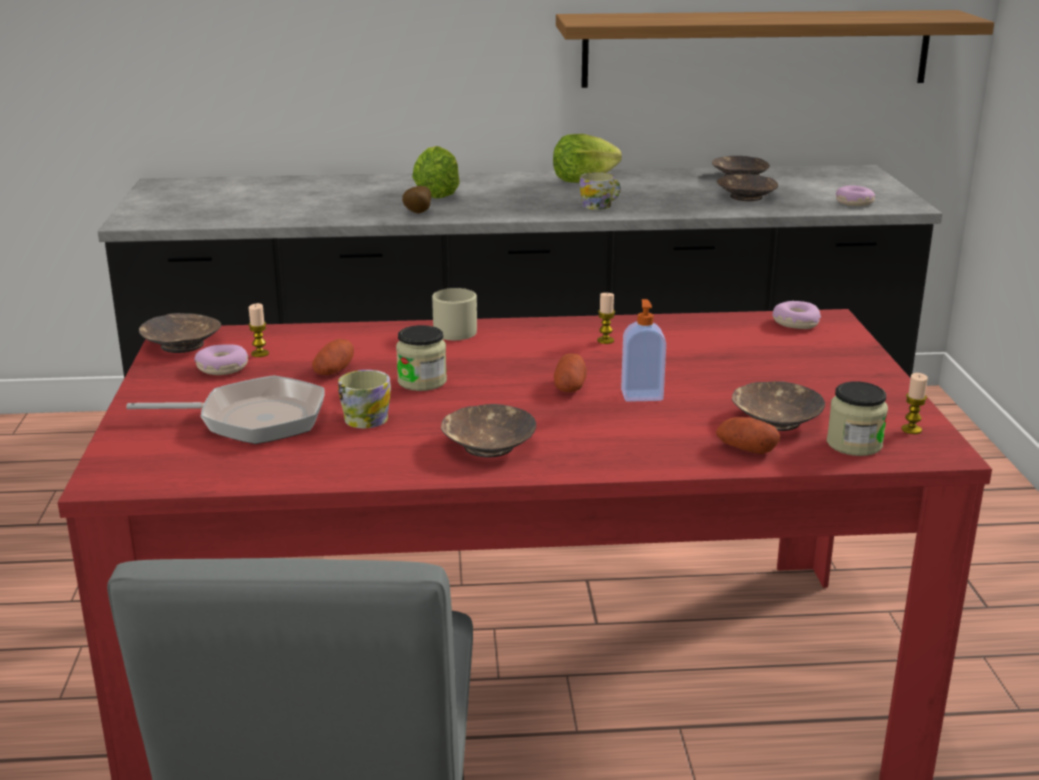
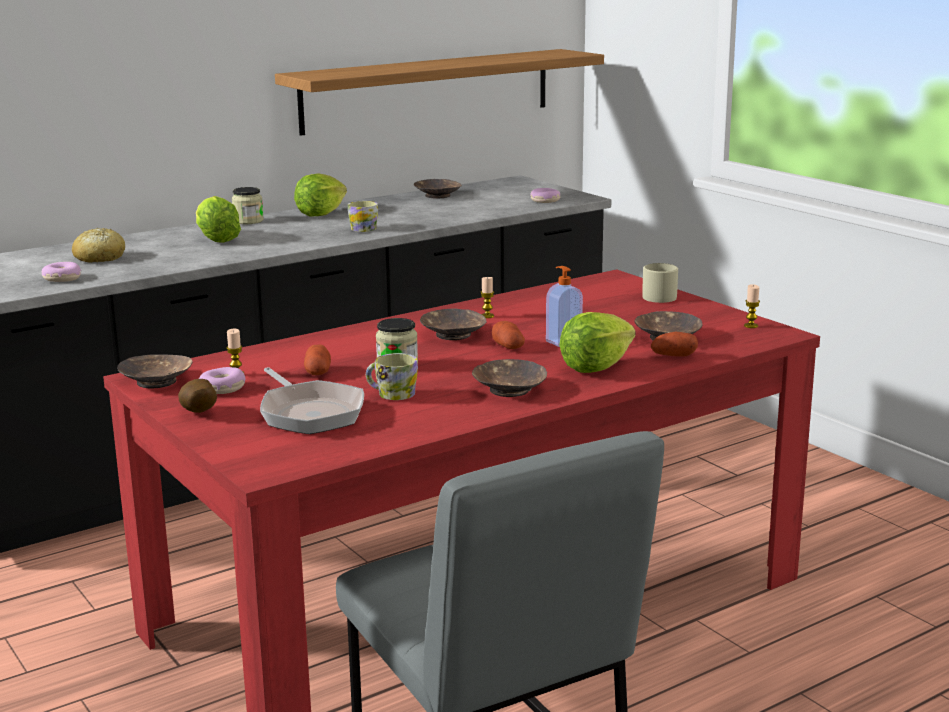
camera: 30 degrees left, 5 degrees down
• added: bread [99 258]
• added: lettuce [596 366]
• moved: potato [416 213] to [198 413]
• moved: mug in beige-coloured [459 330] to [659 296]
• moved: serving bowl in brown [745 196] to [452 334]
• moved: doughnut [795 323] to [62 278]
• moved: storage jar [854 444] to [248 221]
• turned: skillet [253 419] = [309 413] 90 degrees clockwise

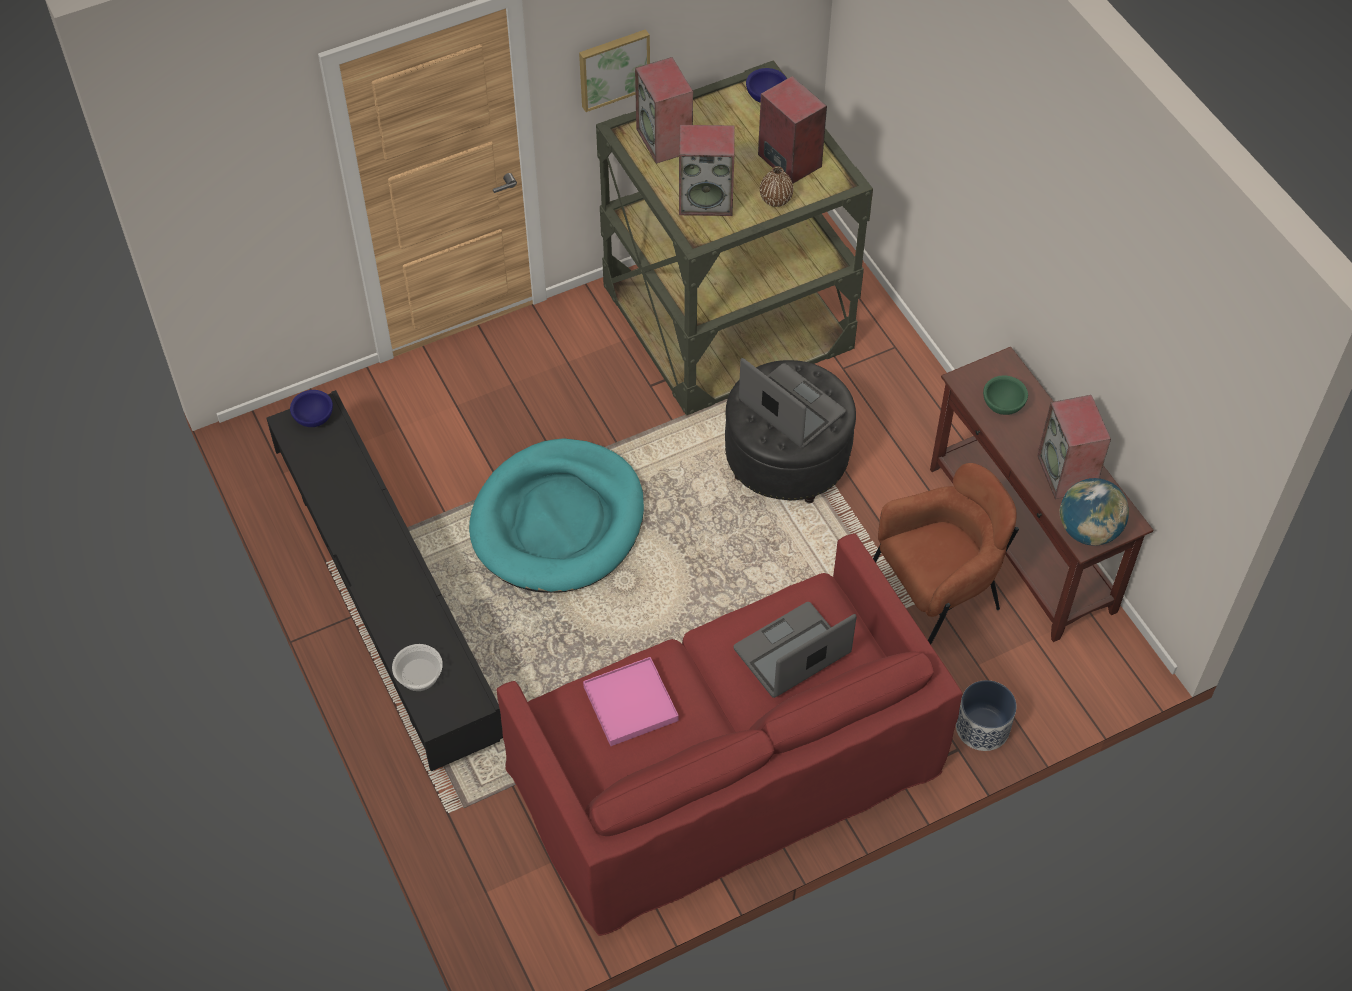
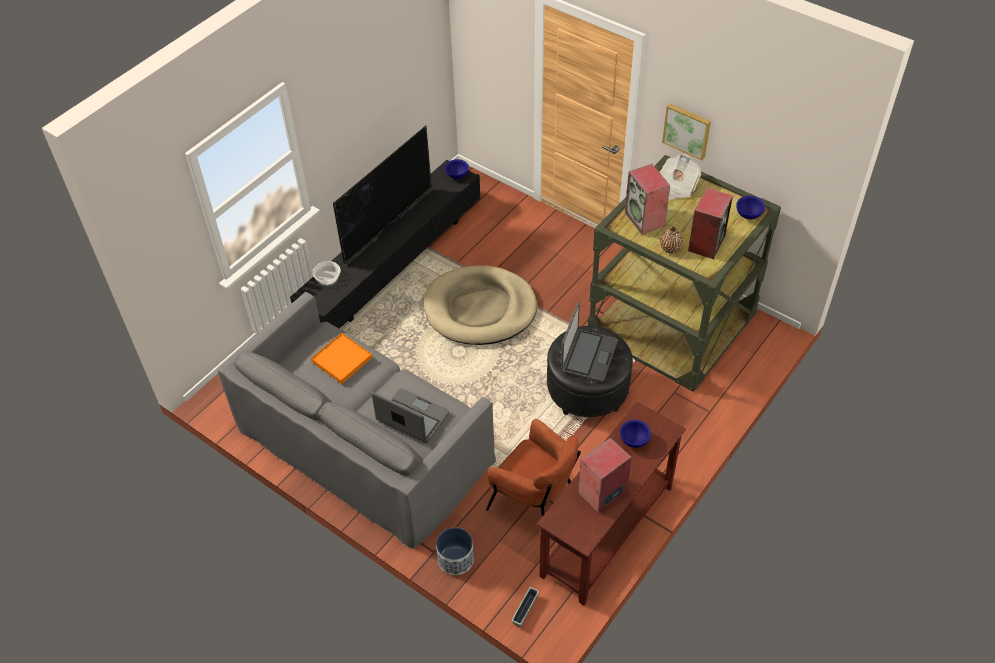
camera: 65 degrees right, 5 degrees down
• removed: world globe [1088 530]
• added: television [388 225]
• added: flower pot [525 610]
• replaced: speaker [665 141] to daily paper [677 186]
• recoloured: dog cushion in turquoise-coloured [558 521] to dog cushion in beige-coloured [480 309]
• recoloured: couch in red [725 767] to couch in greyish [364 443]
• recoloured: serving tray in pink-coloured [630 704] to serving tray in orange [342 360]
• recoloured: serving bowl in greenish [1003 405] to serving bowl in blue-coloured [634 441]

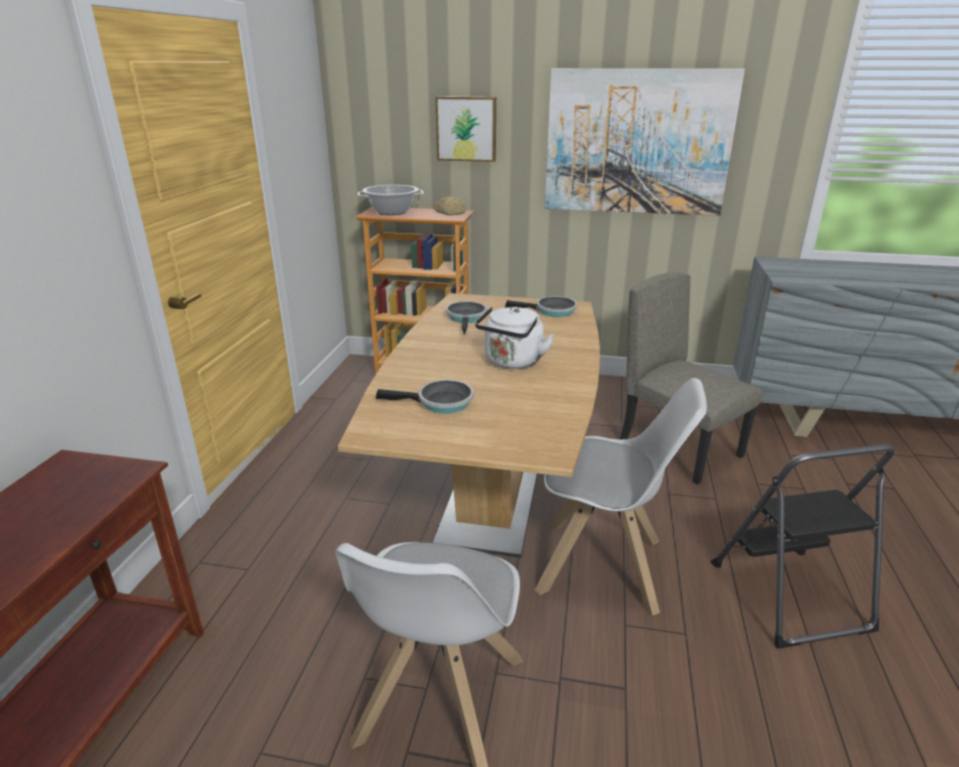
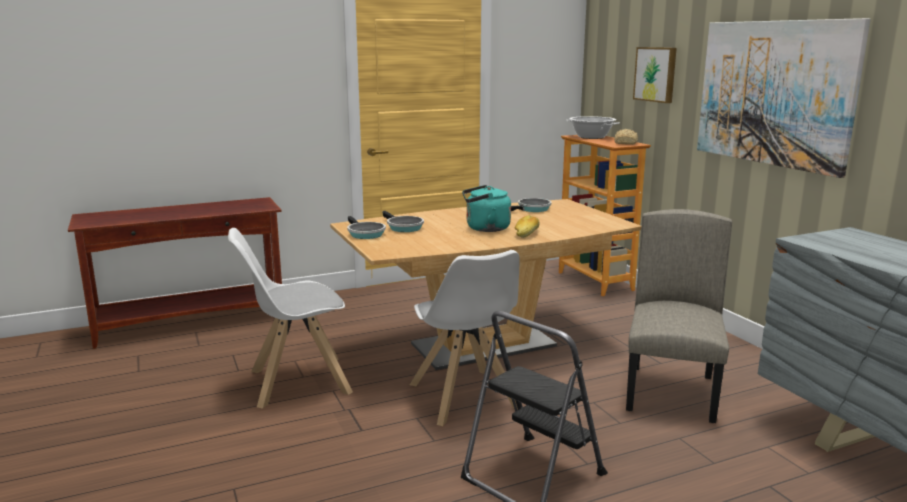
camera: 55 degrees right, 10 degrees down
• added: bread [527 234]
• moved: skillet [552 311] to [364 234]
• recoloured: water kettle in whitish [512 362] to water kettle in turquoise-coloured [485 228]

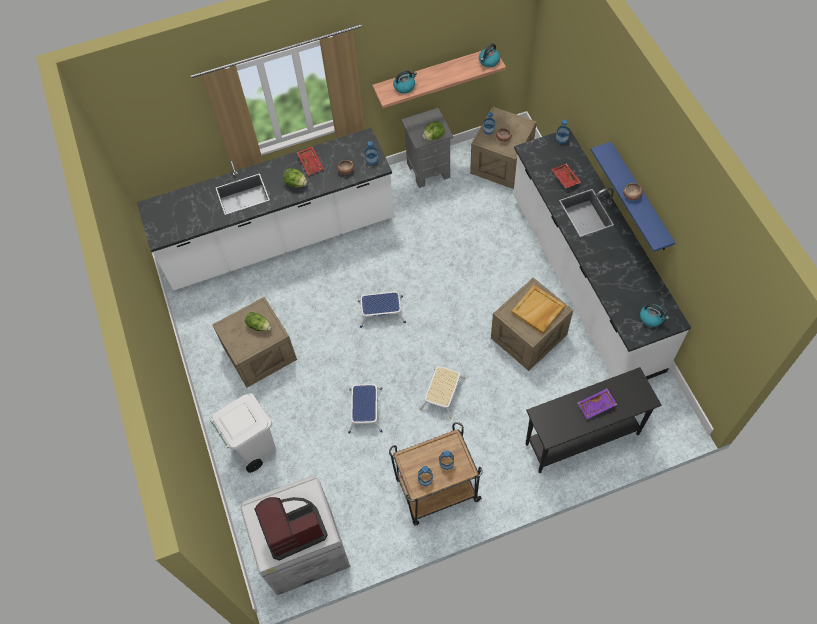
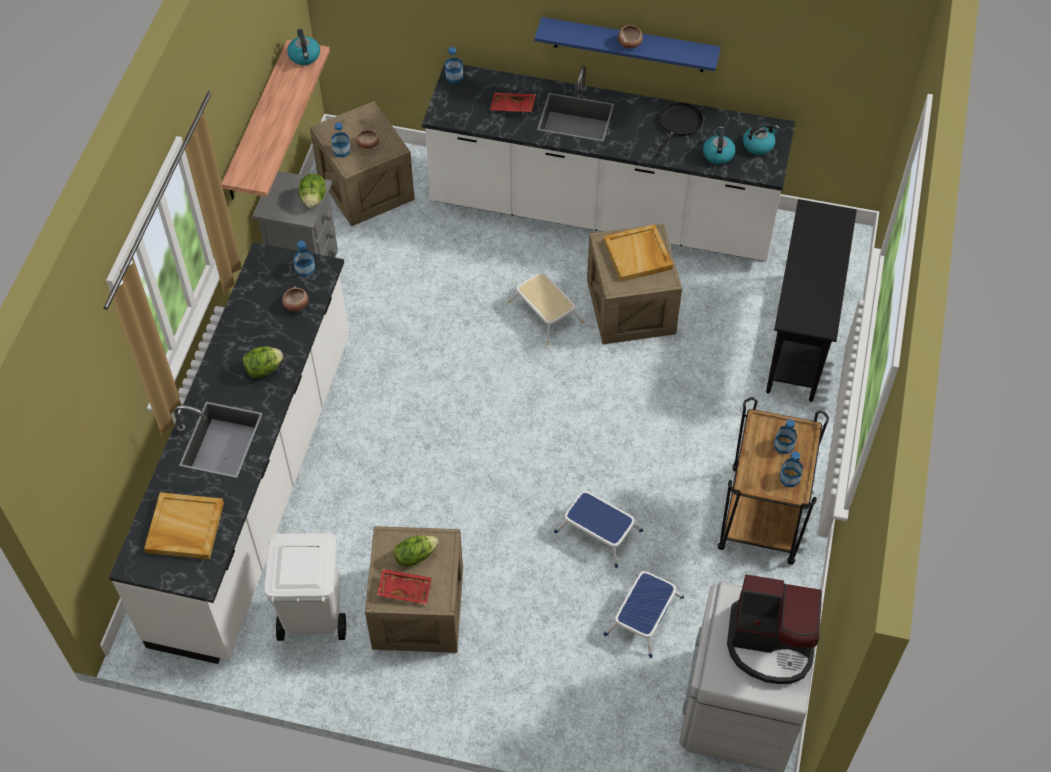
camera: 60 degrees left, 5 degrees down
• removed: serving tray in purple [596 406]
• added: serving tray in beige-coloured [184 528]
• added: skillet in black-coloured [679 124]
• moved: trash can in whitish [254 447] to [313 618]
• moved: serving tray in red [311 163] to [405 589]
• moved: stepladder in blue-coloured [381 312] to [644 616]
• moved: water kettle [404 86] to [718 154]
• moved: stepladder in beige-coloured [443 393] to [545 312]
• turned: coffee maker [293 528] = [771 644] 90 degrees counterclockwise

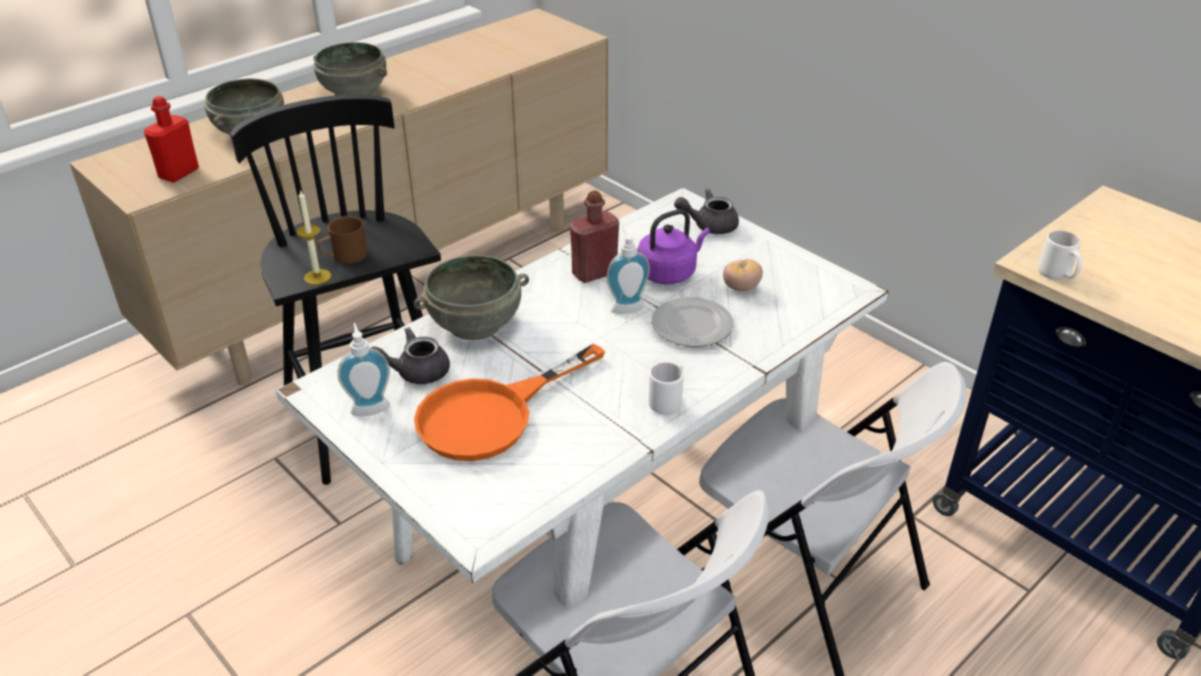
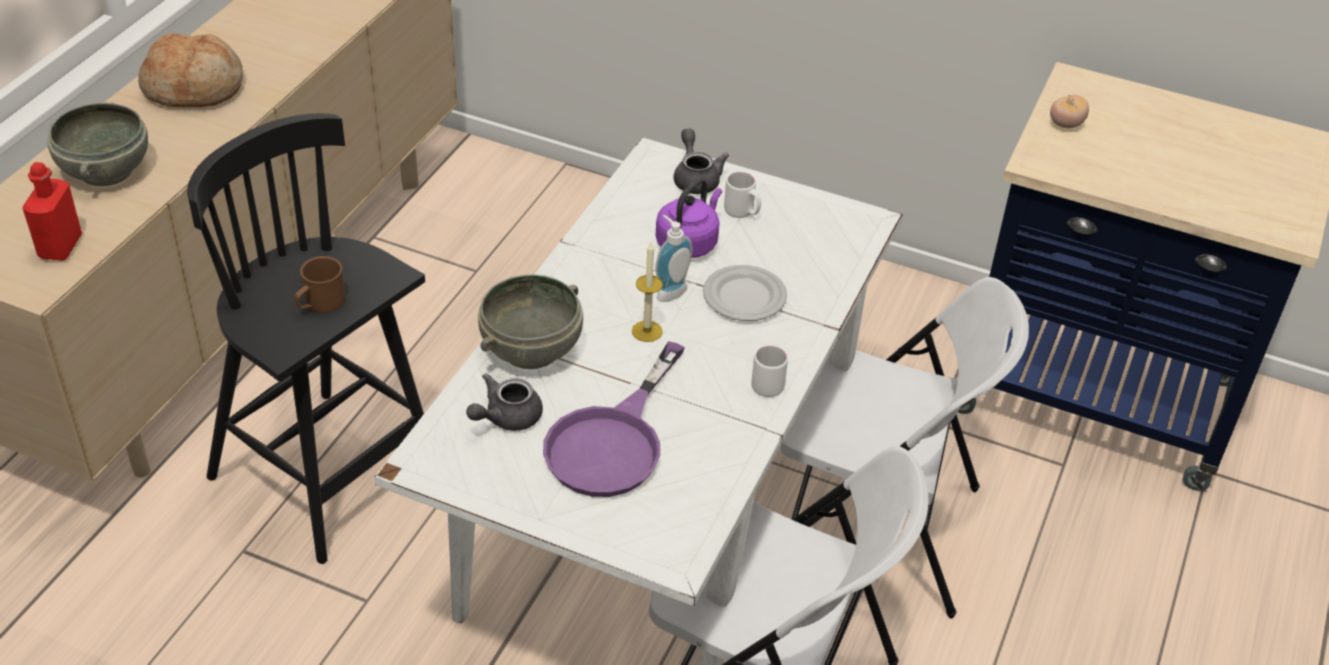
camera: 25 degrees left, 5 degrees up
• removed: liquid soap bottle [369 406]
• removed: bottle in red [594 273]
• moved: wax candle [317 277] to [647 331]
• moved: whole tomato [741 288] to [1065 124]
• moved: mug in whitish [1057 276] to [742 213]
• replaced: serving bowl in greyish [355 92] to bread [194 87]
• recoloured: skillet in orange [492 414] to skillet in purple [613 441]
• turned: tea pot in greyish [709 225] = [696 178] 105 degrees clockwise

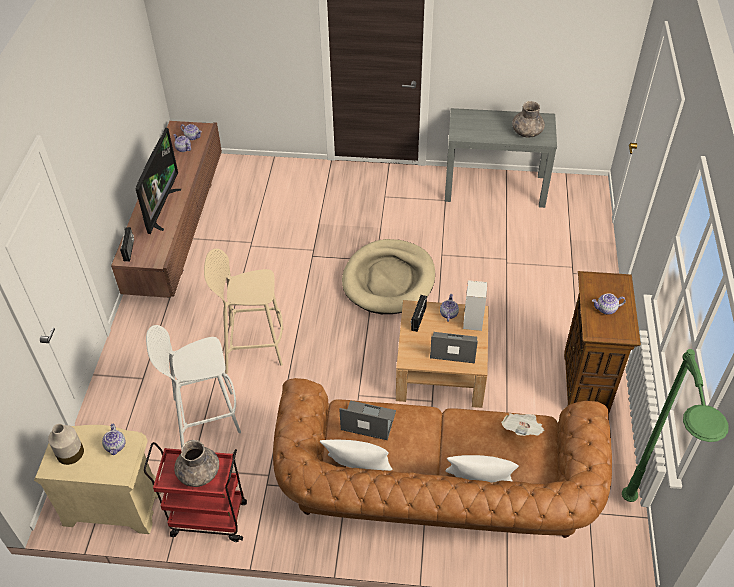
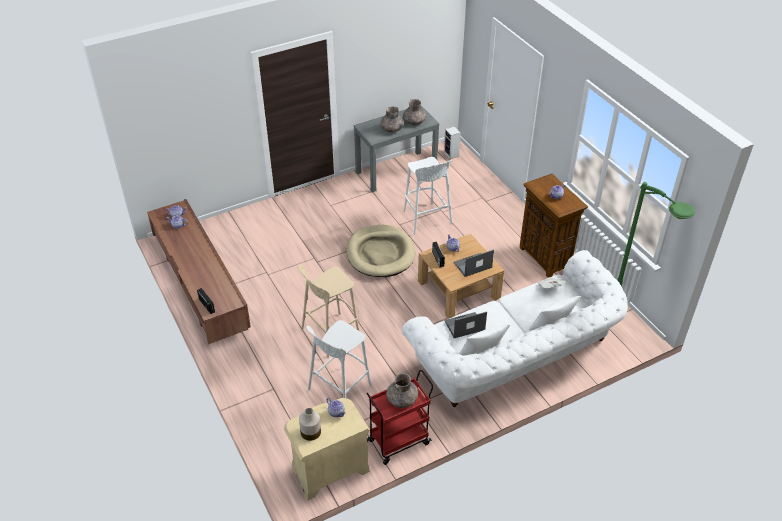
camera: 35 degrees left, 5 degrees down
• removed: television [161 208]
• added: vase in greyish [392 129]
• added: sitting stool in whitish [426 219]
• moved: speaker [473 323] to [451 155]
• recoloured: couch in brown [436 495] to couch in whitish [517 357]

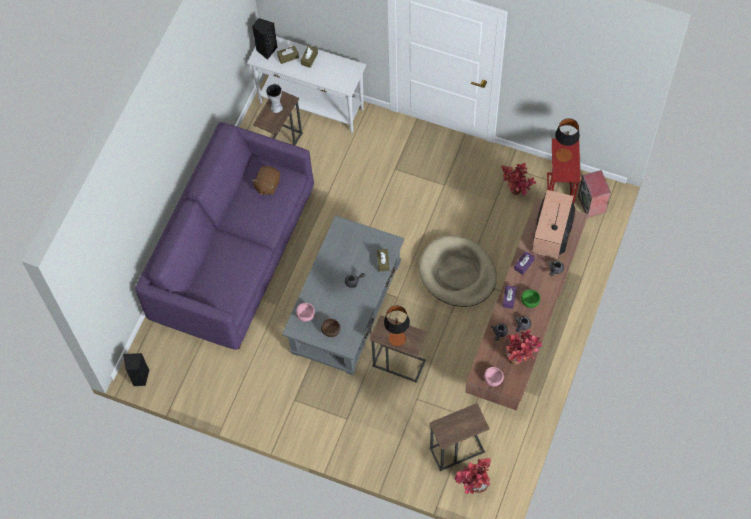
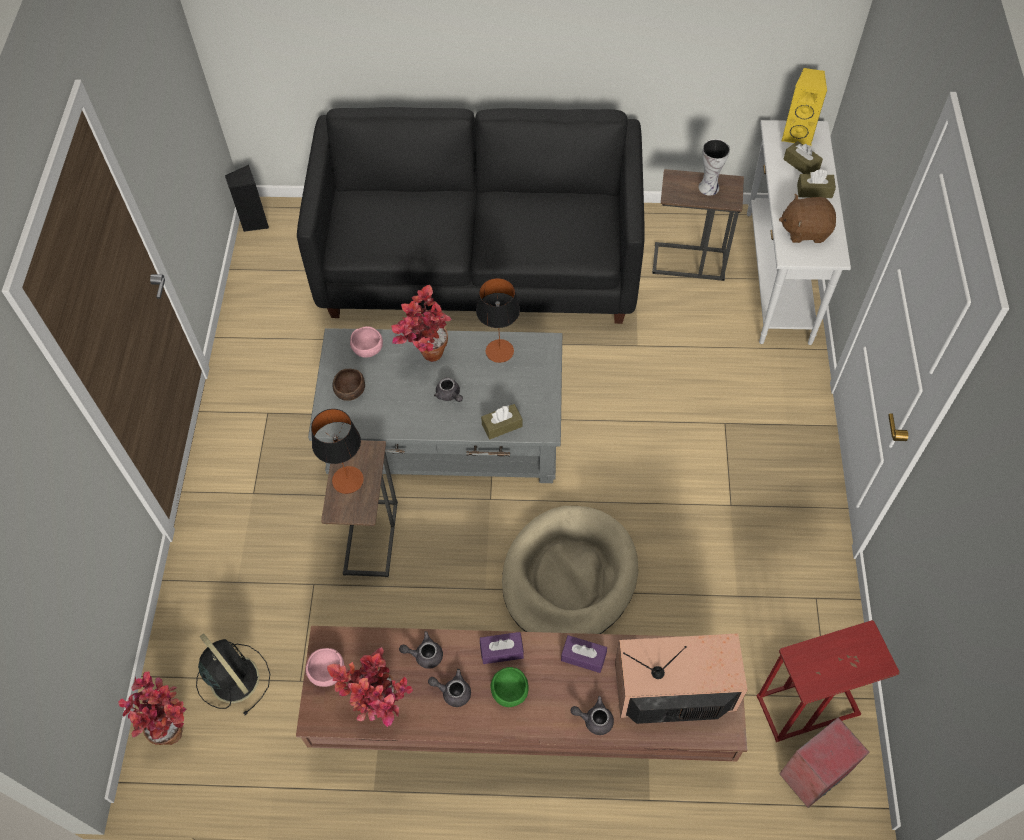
camera: 70 degrees right, 5 degrees down
• moved: plush toy in brown [267 185] to [805 230]
• moved: potted plant [516 194] to [425 356]
• moved: tabletop lamp [563 155] to [499 351]
• replaced: accent table in brown [456 450] to cooling fan in black-coloured [233 677]
• recoloured: couch in purple [233 255] to couch in black-coloured [480 264]
• recoloured: speaker in black-coloured [266 50] to speaker in yellow [797 134]

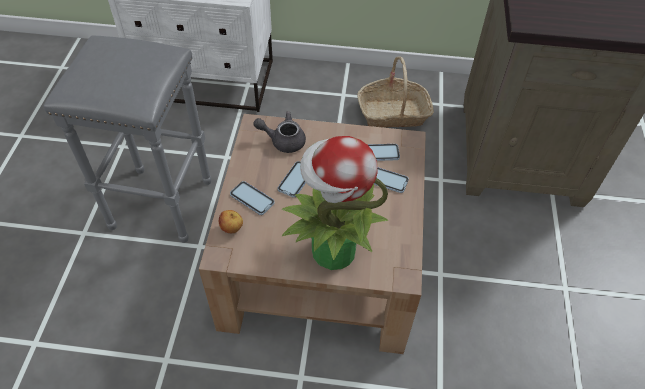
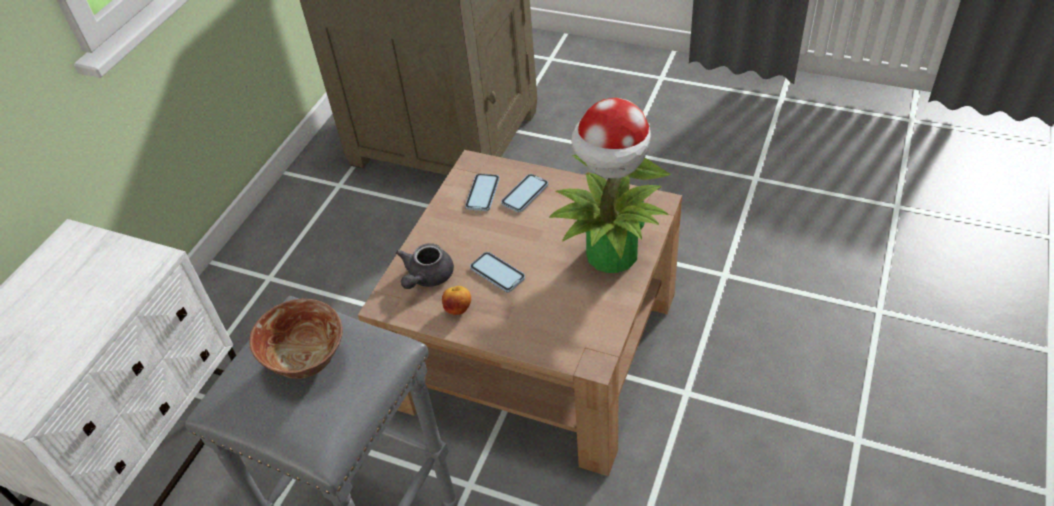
camera: 70 degrees left, 5 degrees down
• removed: handset [252 199]
• removed: storage basket [393 113]
• added: serving bowl [307 360]
• moved: apple [232 229] to [458 309]

